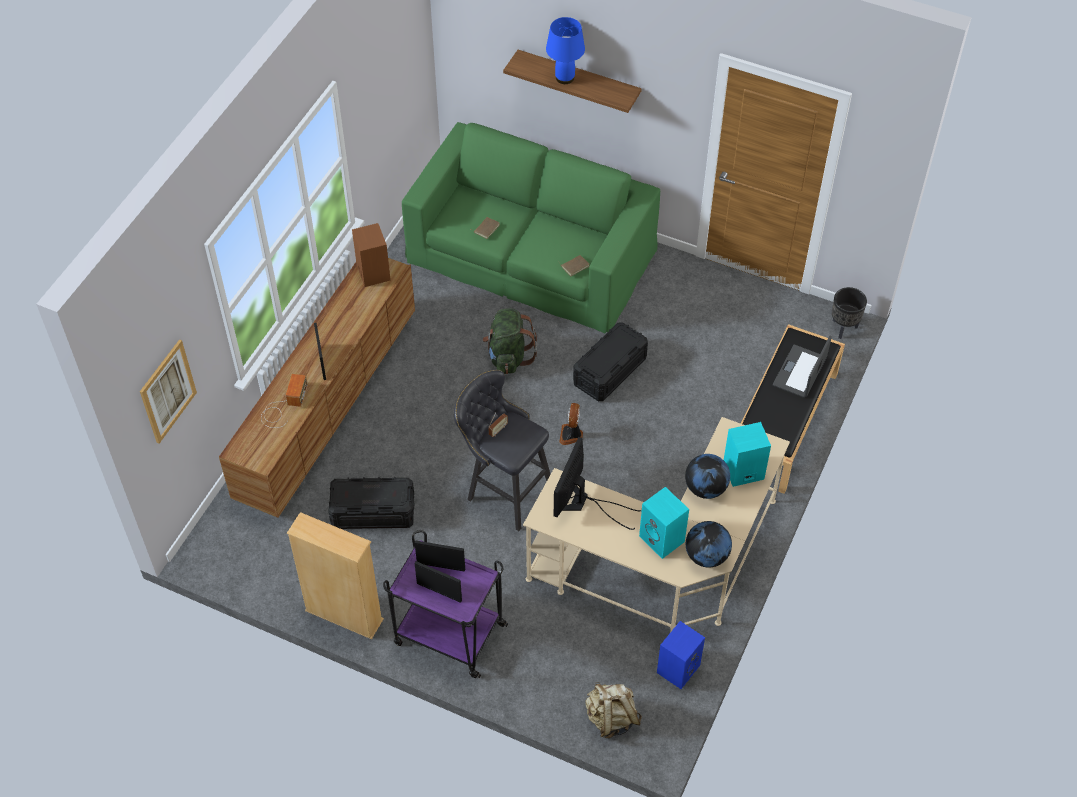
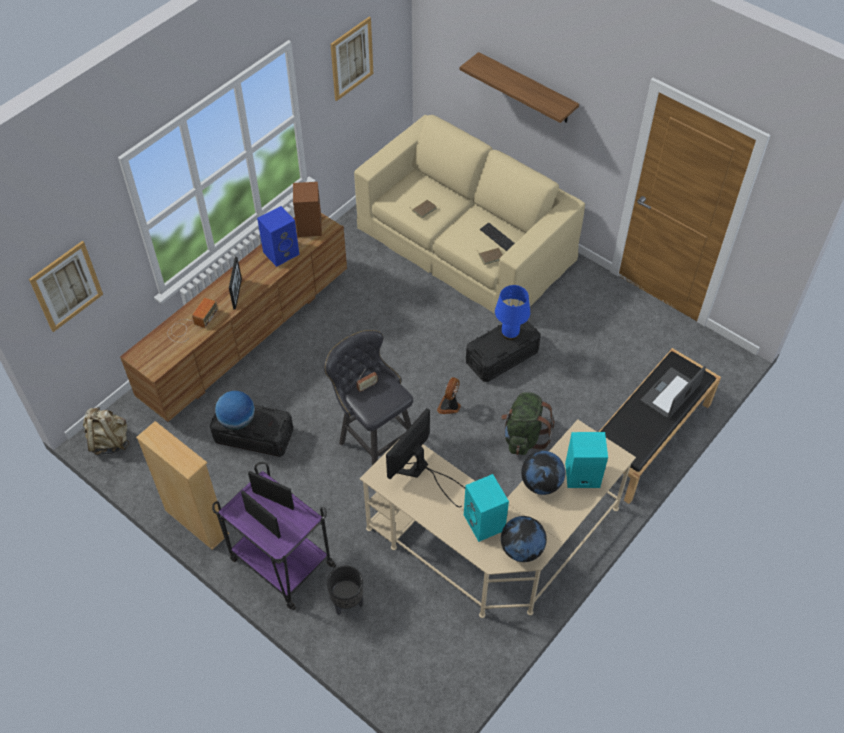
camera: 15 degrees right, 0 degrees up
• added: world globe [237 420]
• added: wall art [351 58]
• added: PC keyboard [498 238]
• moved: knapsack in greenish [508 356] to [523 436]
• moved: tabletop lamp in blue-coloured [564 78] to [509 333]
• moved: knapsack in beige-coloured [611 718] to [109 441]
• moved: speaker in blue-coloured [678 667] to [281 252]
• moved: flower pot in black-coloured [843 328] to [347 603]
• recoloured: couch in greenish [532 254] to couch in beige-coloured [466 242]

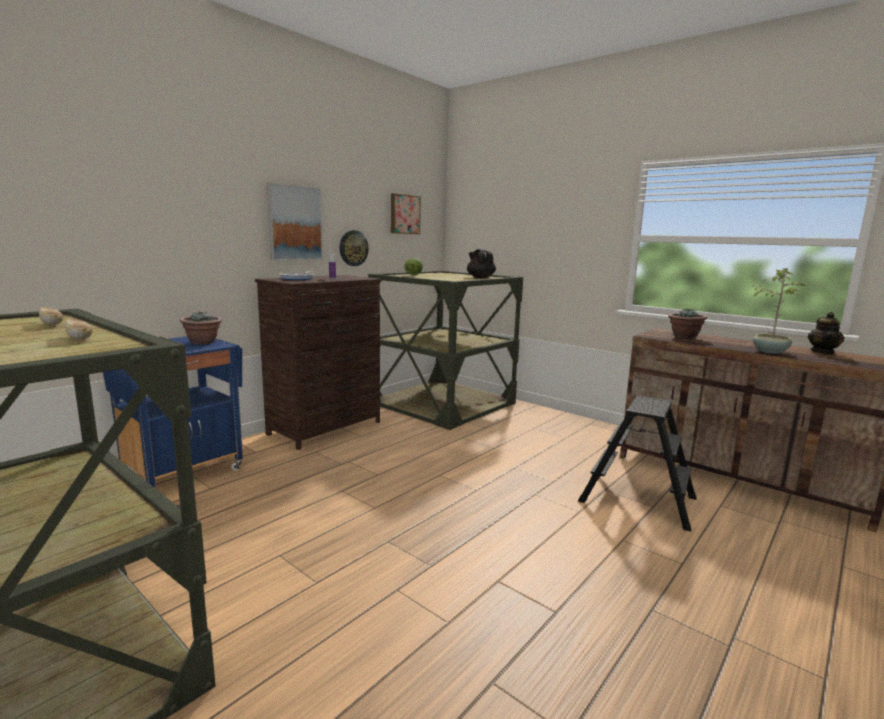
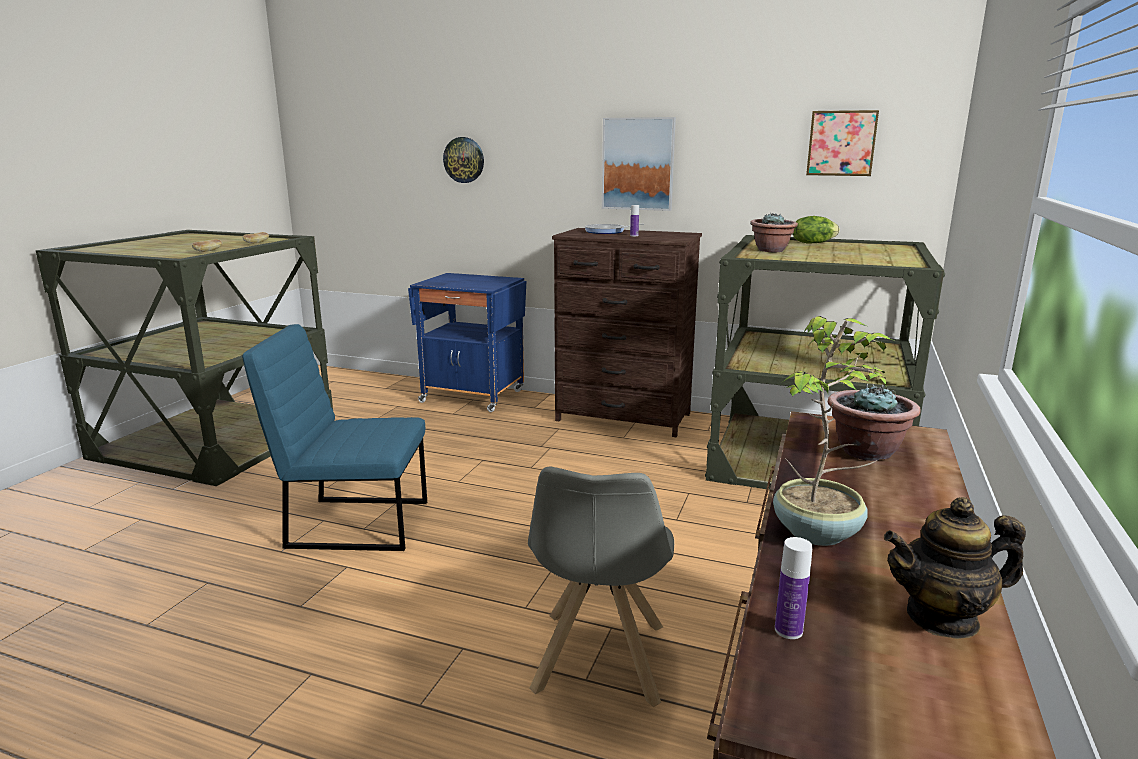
camera: 70 degrees right, 5 degrees up
• removed: tea pot in black-coloured [480 277]
• added: chair in blue-coloured [355 523]
• added: bottle [788 630]
• moved: potted plant [203 342] to [771 250]
• moved: hanging clock [353 248] to [464 160]
• replaced: stepladder in black-coloured [638 500] to chair in greyish [599 662]

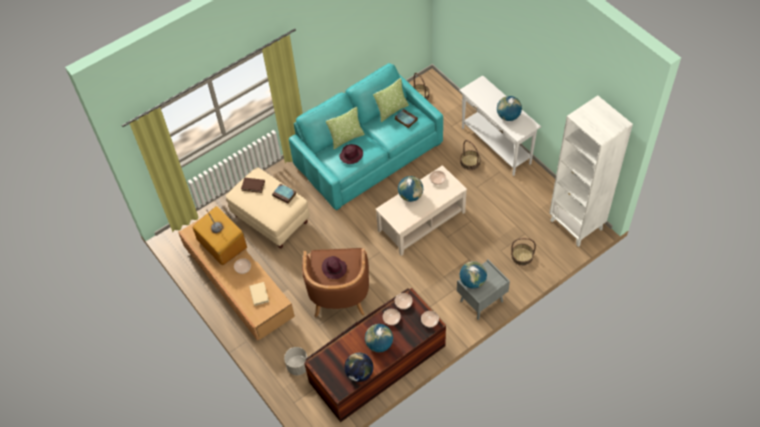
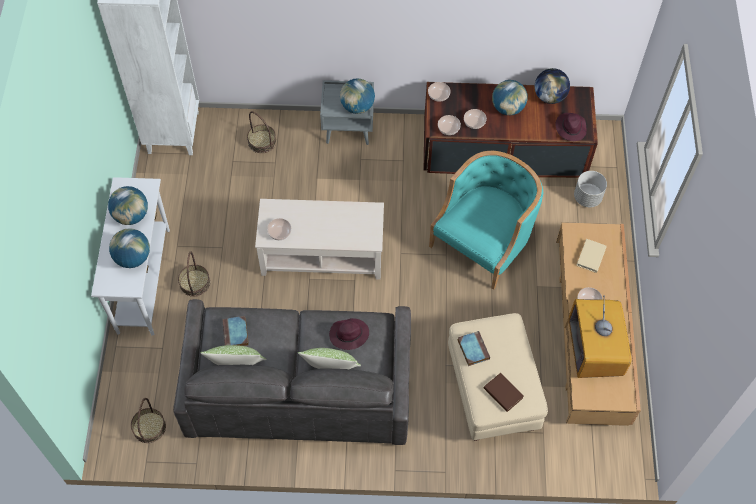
camera: 145 degrees left, 5 degrees up
• moved: wearable hat in purple [334 269] to [570 128]
• moved: world globe [410 196] to [133 258]
• recoloured: couch in turquoise-coloured [368 155] to couch in greyish [298 388]
• recoloured: lounge chair in brown [339 293] to lounge chair in turquoise-coloured [484 240]

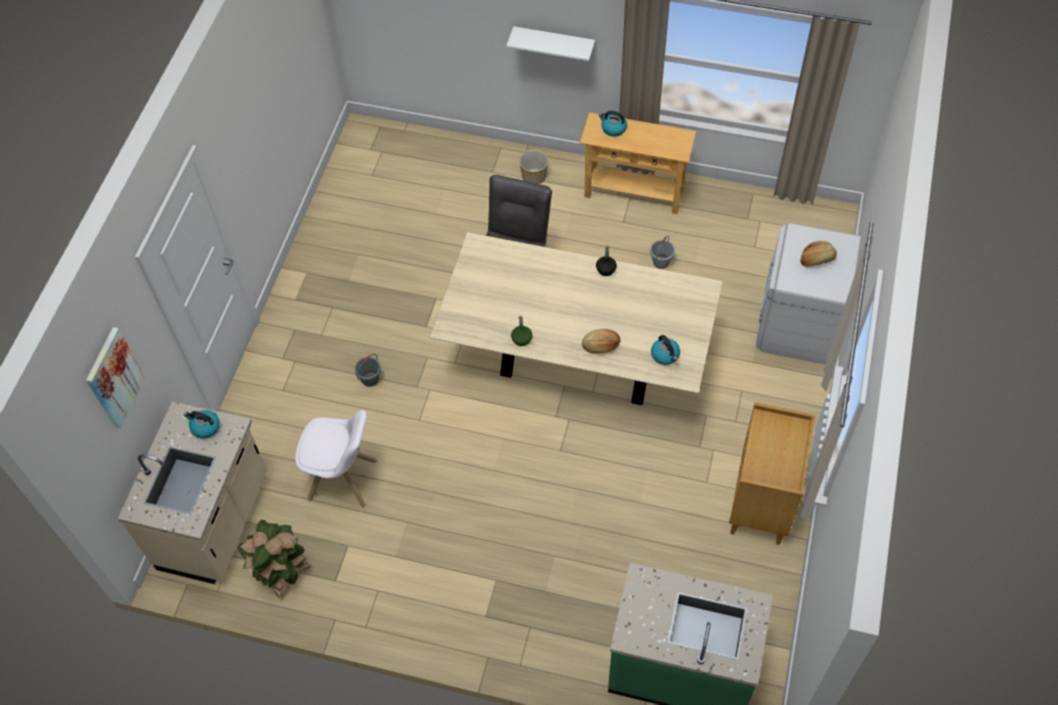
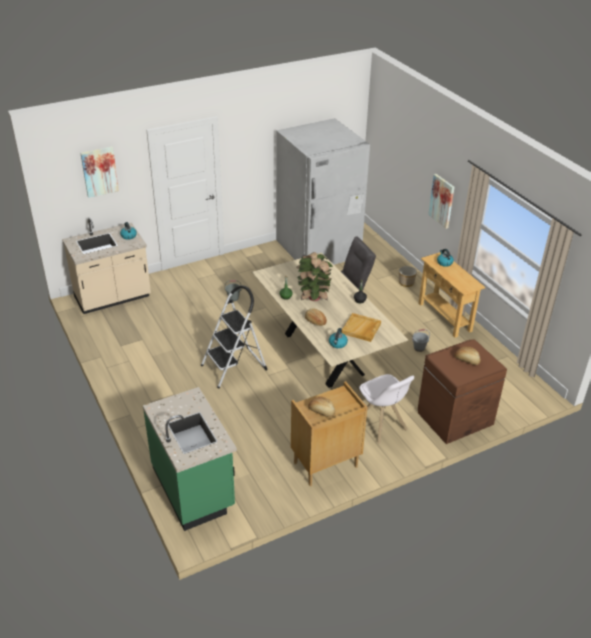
camera: 45 degrees right, 20 degrees down
• added: stepladder [236 367]
• added: refrigerator in whitish [319 249]
• added: bread [321 411]
• added: serving tray in beige-coloured [361 329]
• moved: potted plant [281 572] to [313 297]
• moved: chair in whitish [343 479] to [381 425]
• replaced: wall shelf in whitish [554 44] to wall art [442 200]
• recoloured: washing machine in whitish [797 324] to washing machine in brown [453 417]

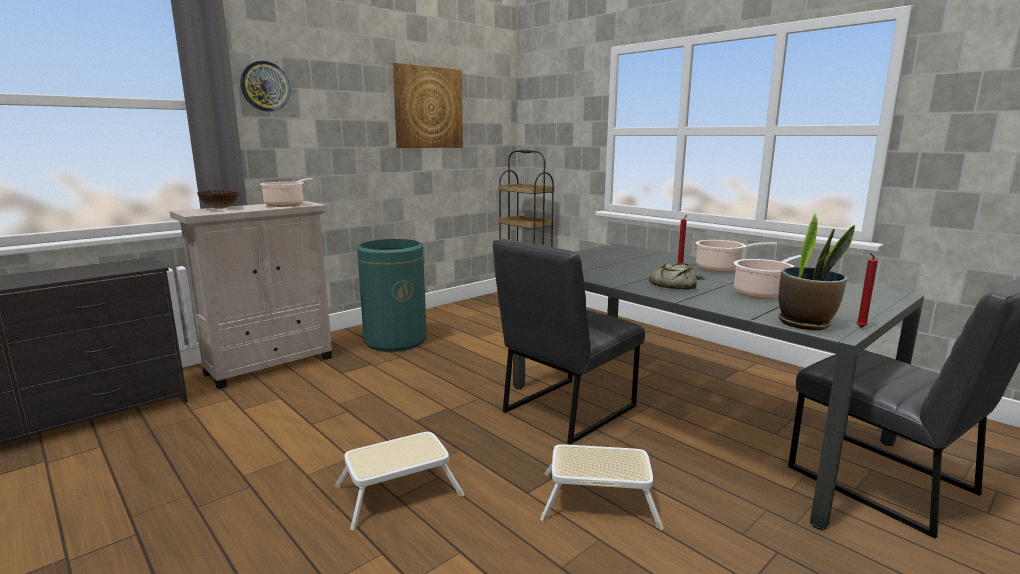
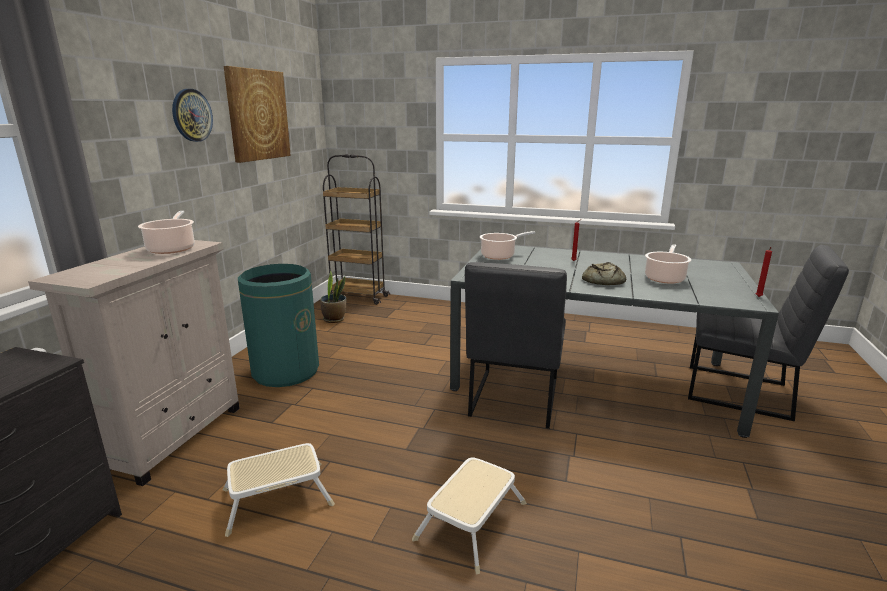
camera: 30 degrees left, 5 degrees up
• removed: serving bowl [220 208]
• moved: hanging clock [265 86] to [191 115]
• moved: stepladder in beige-coloured [599 500] to [277 497]
• moved: saucepot [721 268] to [500 256]
• moved: potted plant [805 323] to [334 319]

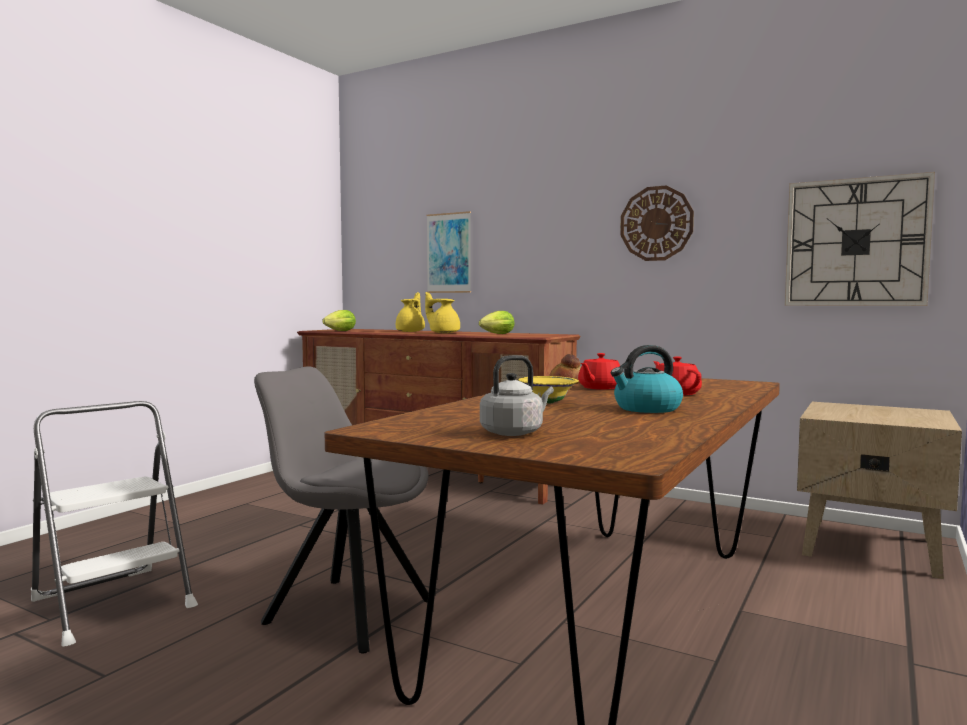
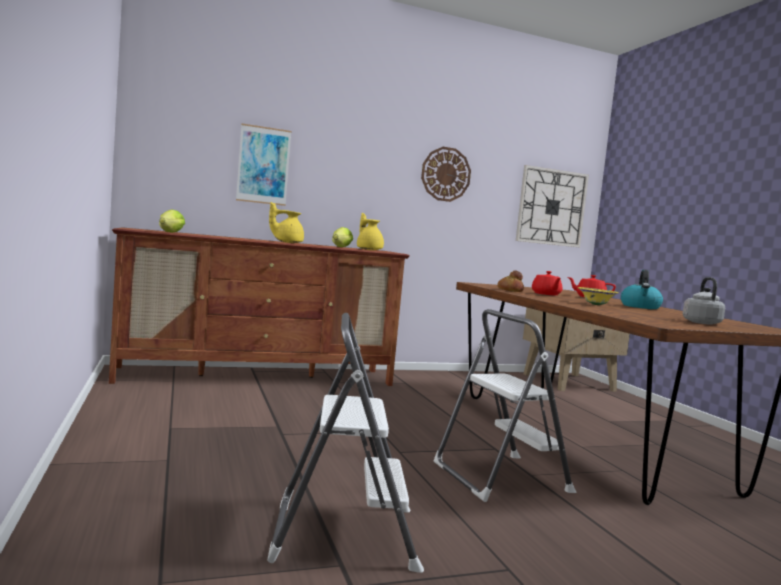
camera: 50 degrees left, 0 degrees up
• moved: tea pot in yellow [411 331] to [369 249]
• replaced: chair in greyish [347 612] to stepladder in whitish [496 476]

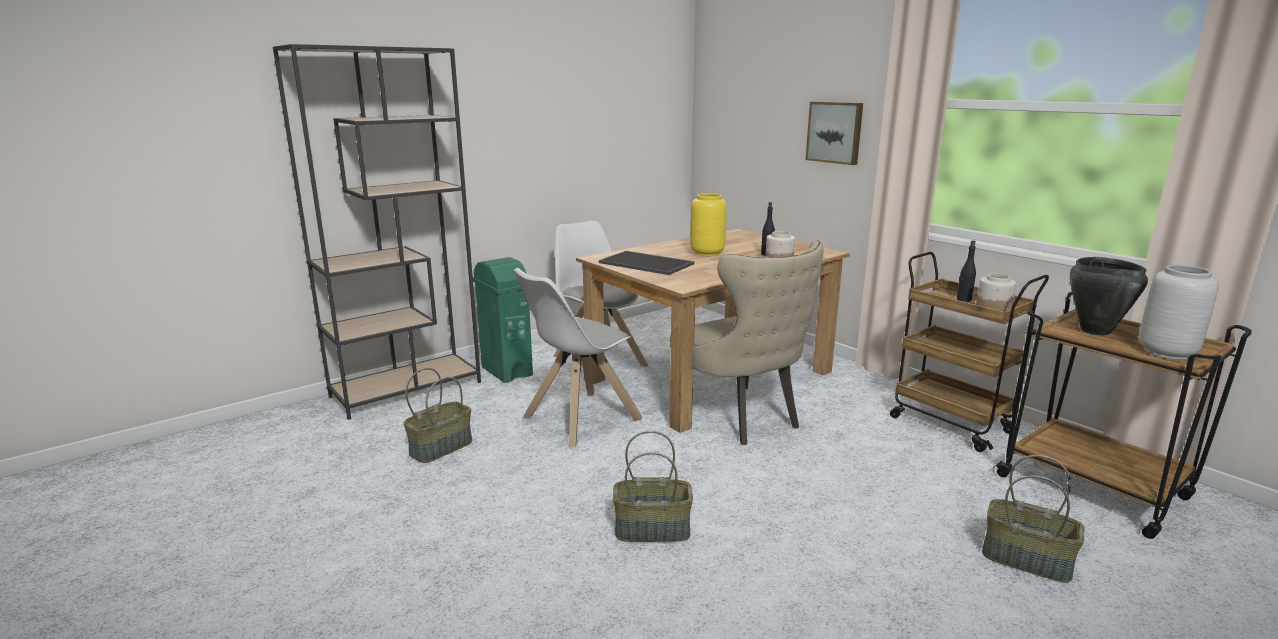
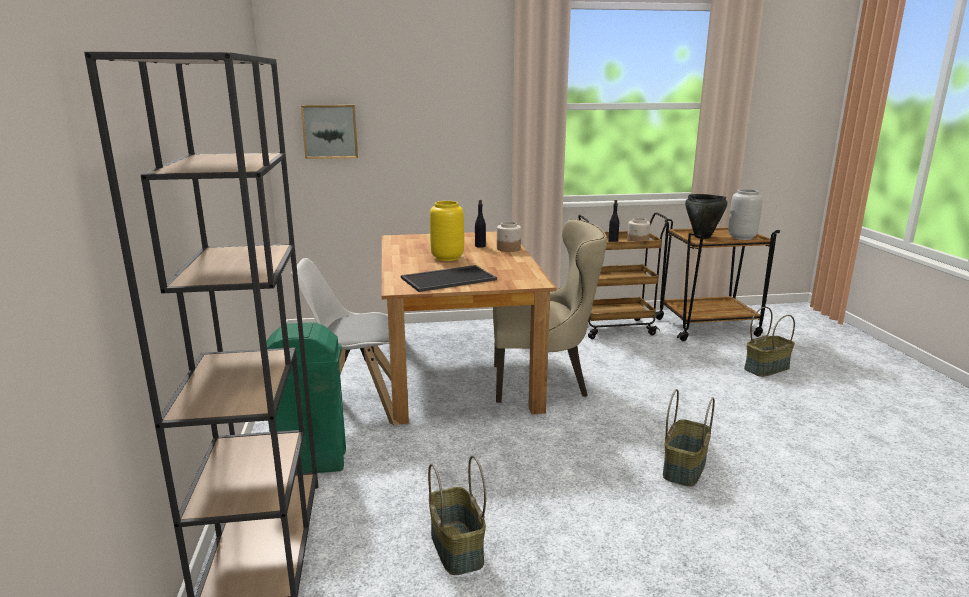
camera: 60 degrees left, 0 degrees up
• removed: chair [578 419]
• moved: wall art [835 132] to [330 131]

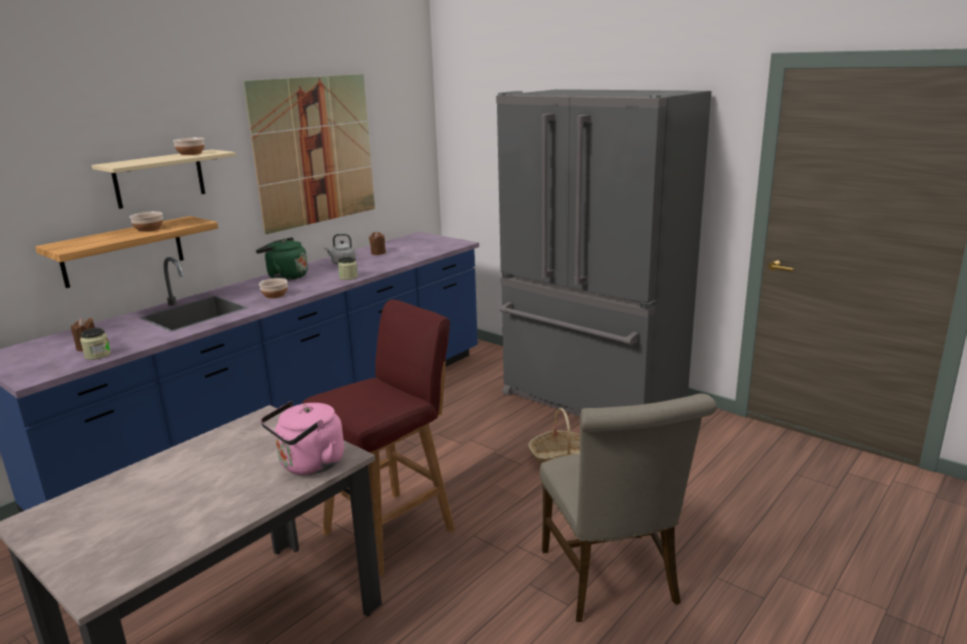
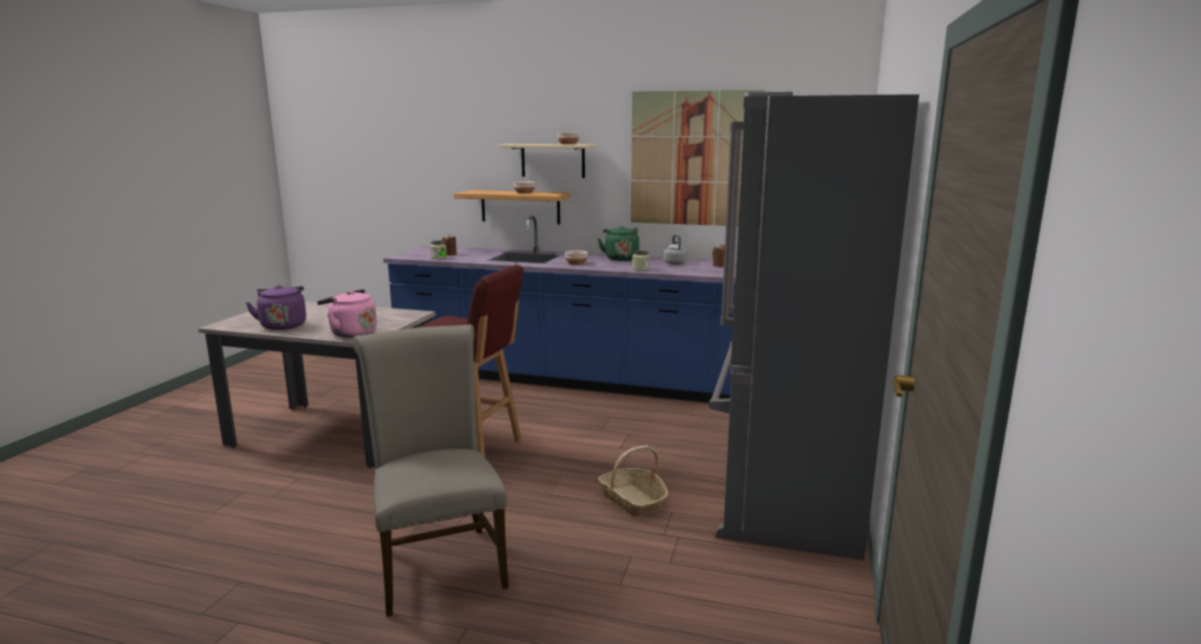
camera: 65 degrees right, 5 degrees down
• added: water kettle in purple [283 325]
• turned: chair in beige-coloured [612 581] = [438 563] 105 degrees clockwise

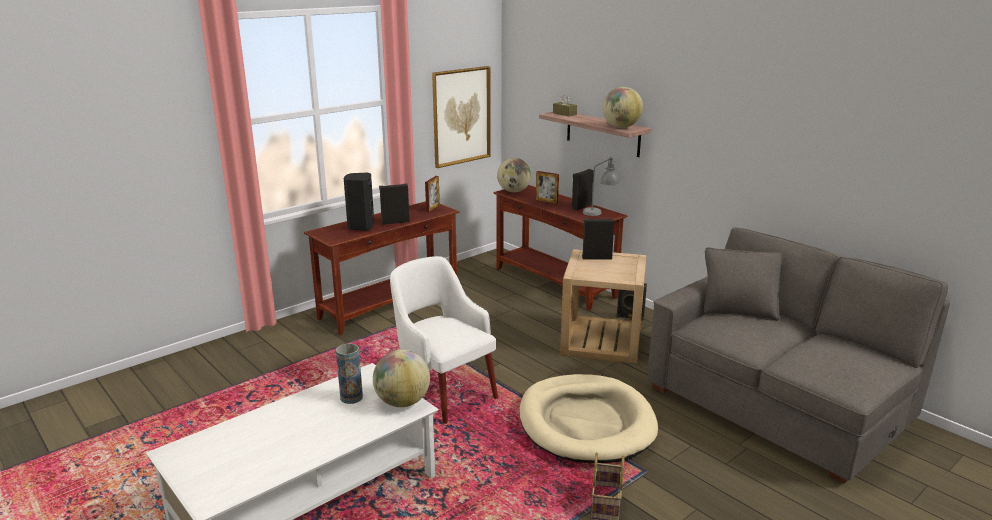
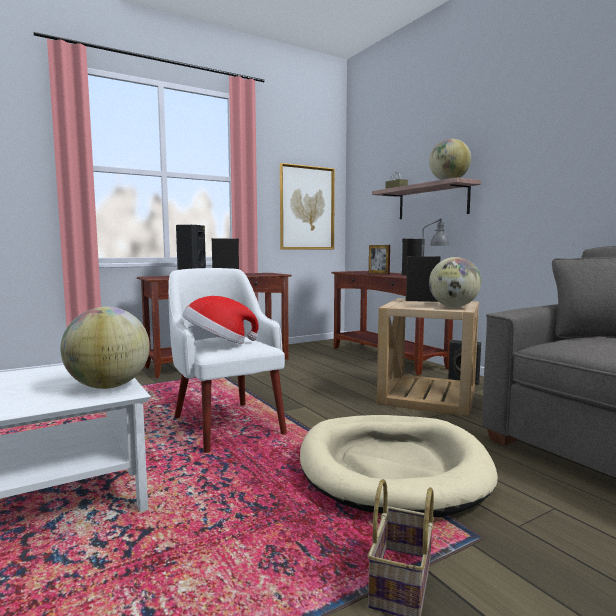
camera: 10 degrees right, 15 degrees down
• removed: vase [351 397]
• removed: standing frame [433 208]
• added: wearable hat [218 343]
• moved: world globe [514 191] to [453 306]

